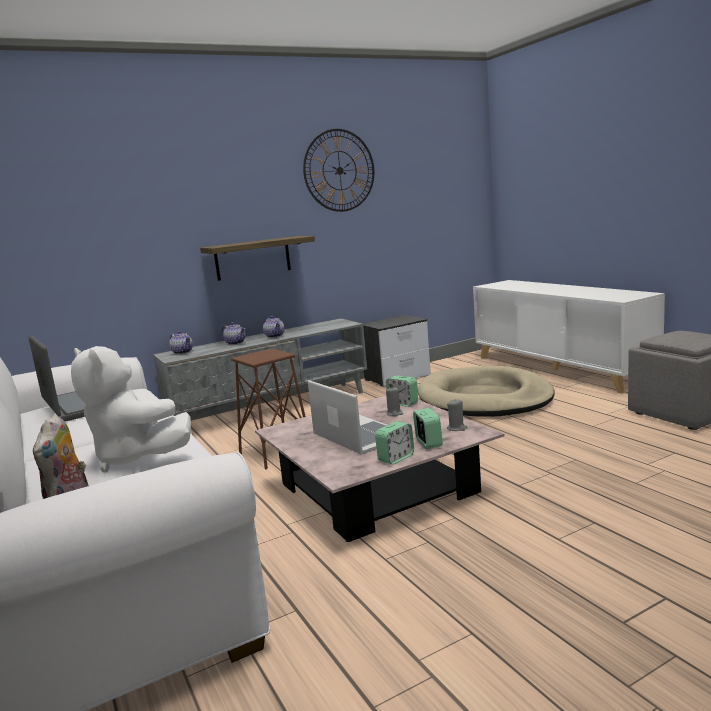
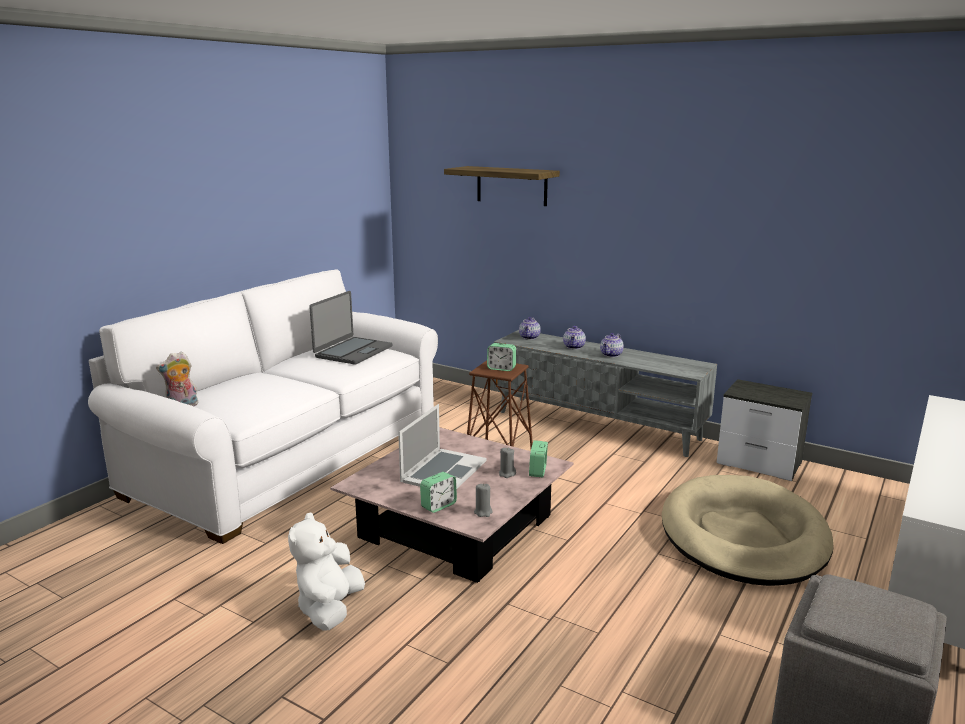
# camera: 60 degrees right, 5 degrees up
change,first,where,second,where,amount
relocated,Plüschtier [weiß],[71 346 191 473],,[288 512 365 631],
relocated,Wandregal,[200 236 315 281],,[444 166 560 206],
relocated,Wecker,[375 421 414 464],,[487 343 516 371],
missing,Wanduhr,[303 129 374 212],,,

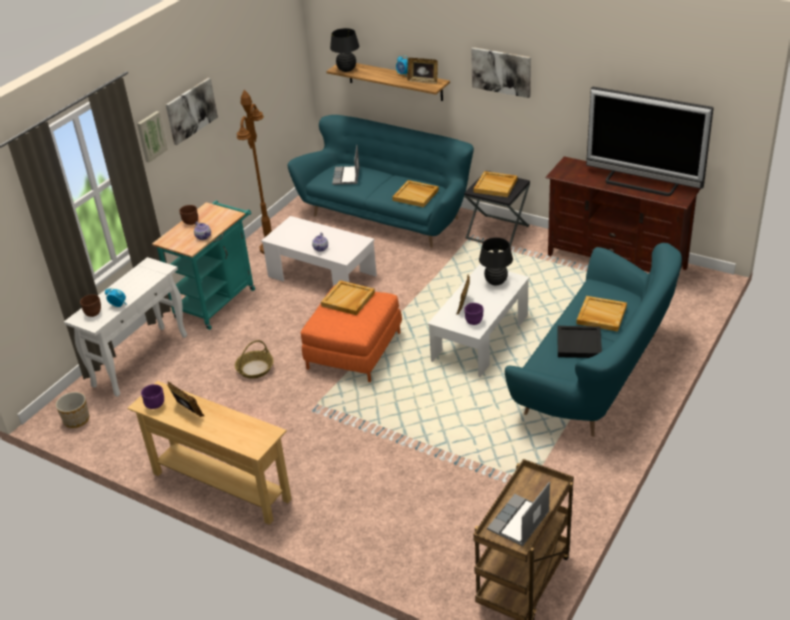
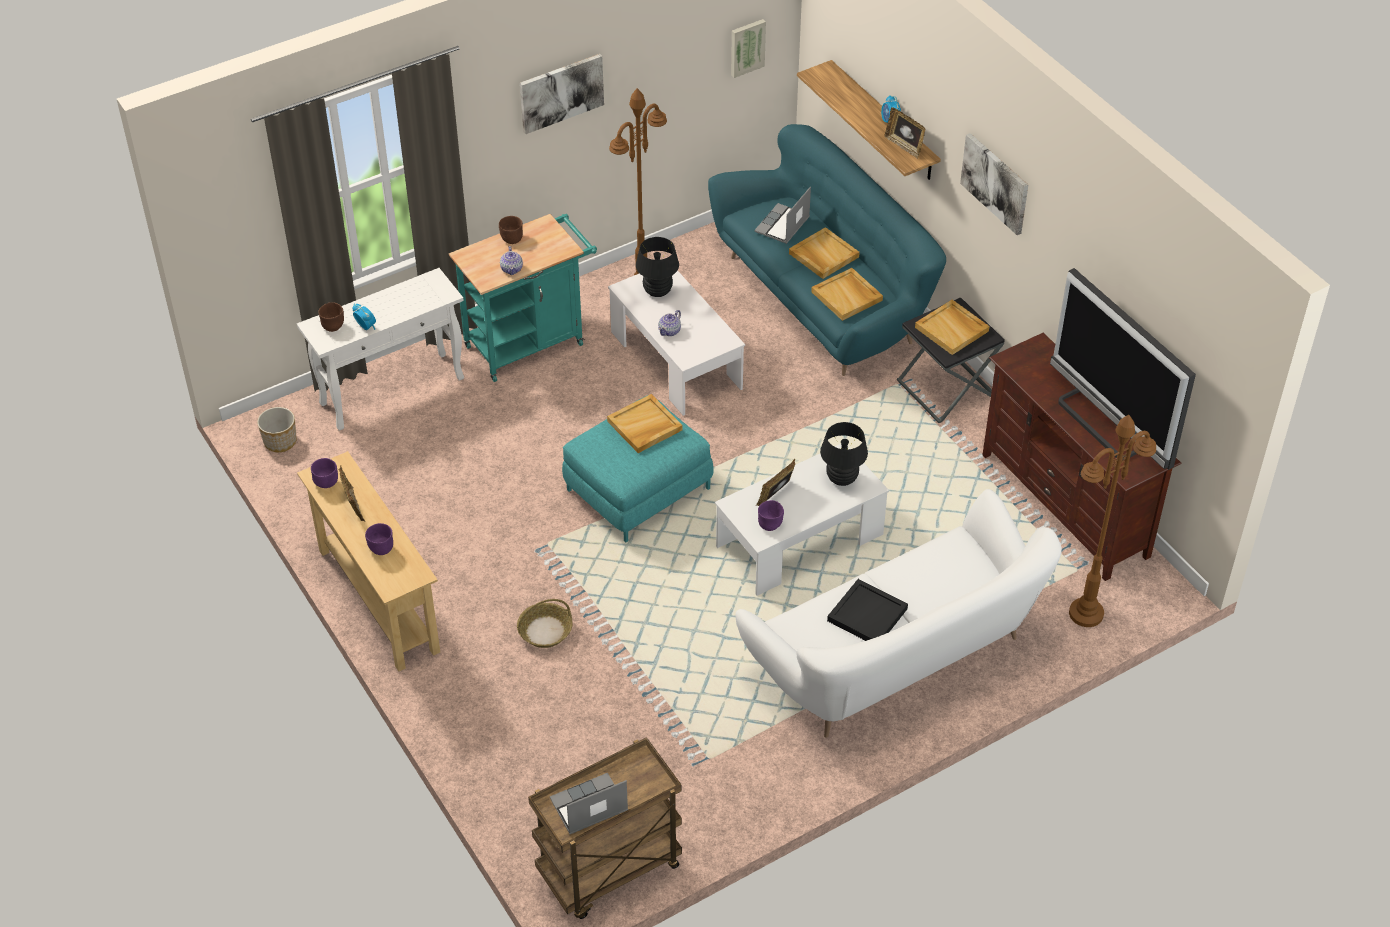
# camera: 25 degrees right, 10 degrees up
change,first,where,second,where,amount
appeared,,,Schüssel [lila],[365 523 393 555],
relocated,Korb,[235 340 274 379],,[517 599 572 648],
colour,Polsterhocker [orange],[301 285 402 382],Polsterhocker [türkis],[562 395 713 542],
relocated,Tischlampe [schwarz],[330 28 359 72],,[636 237 679 297],
relocated,Bild,[137 111 168 162],,[731 19 766 78],
colour,Sofa [türkis],[505 243 682 437],Sofa [weiß],[736 489 1062 738],
relocated,Tablett [beige],[576 296 627 332],,[789 227 860 279],
appeared,,,Stehlampe [braun],[1069 415 1156 627],

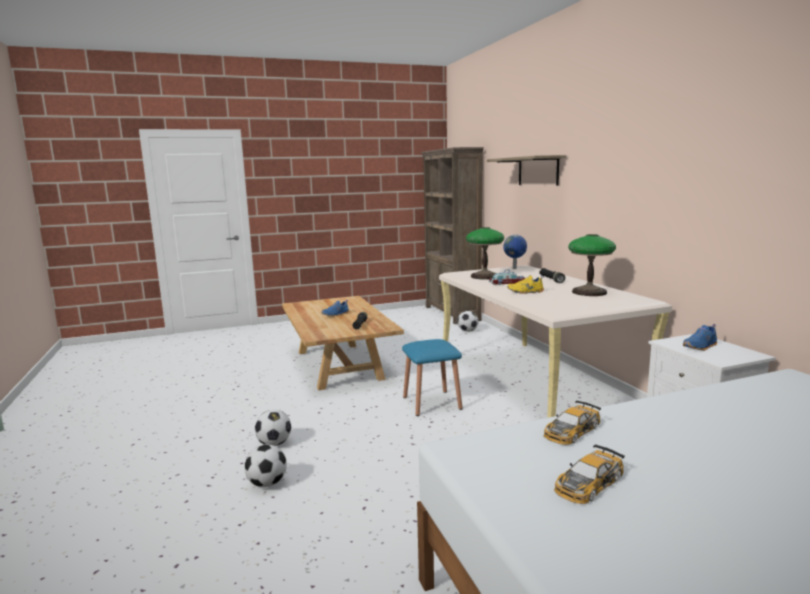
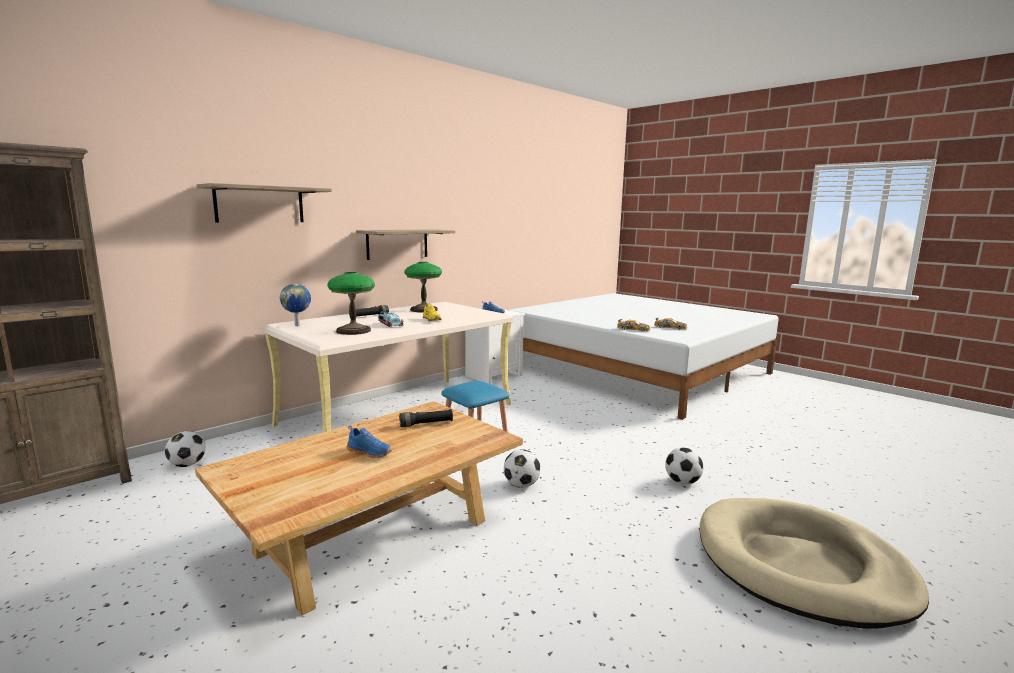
# camera: 115 degrees left, 0 degrees up
change,first,where,second,where,amount
appeared,,,Wandregal,[356 229 455 260],
relocated,Fußball,[255 410 291 446],,[504 449 540 488],
appeared,,,Hundebett [beige],[700 498 929 629],

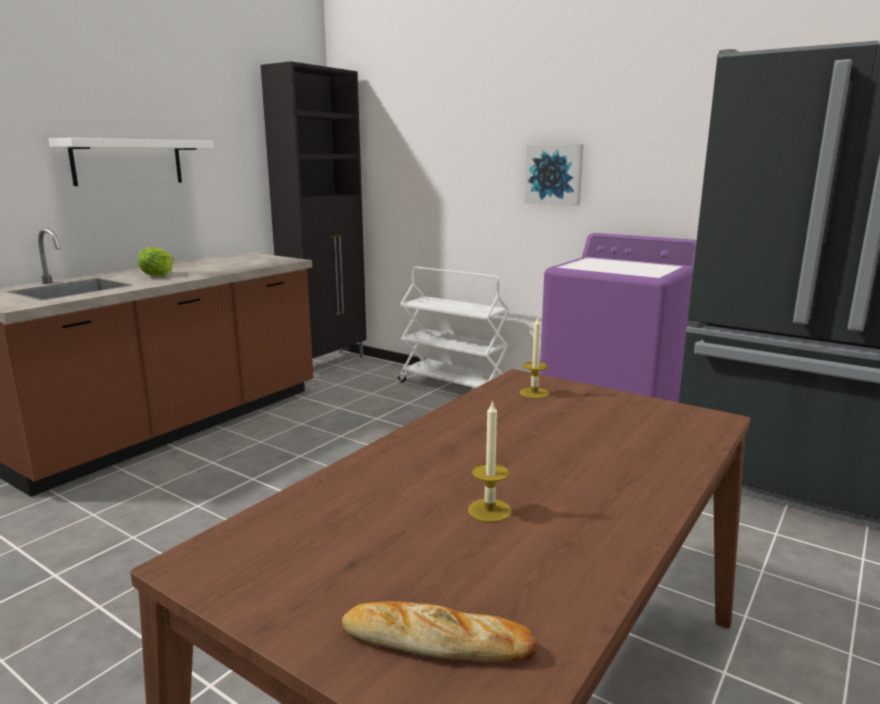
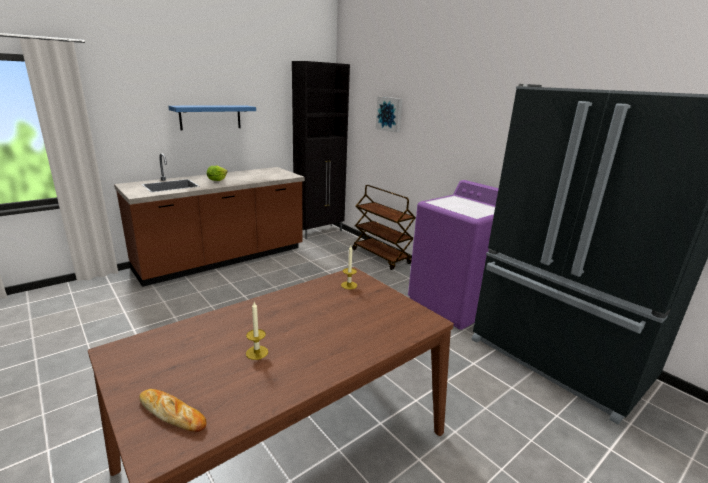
# camera: 15 degrees right, 5 degrees up
change,first,where,second,where,amount
colour,Wandregal [weiß],[49 138 214 186],Wandregal [blau],[168 105 256 130],
colour,Rollwagen [weiß],[398 267 509 388],Rollwagen [braun],[352 185 416 270],
relocated,Bild,[525 144 584 206],,[375 97 402 133],

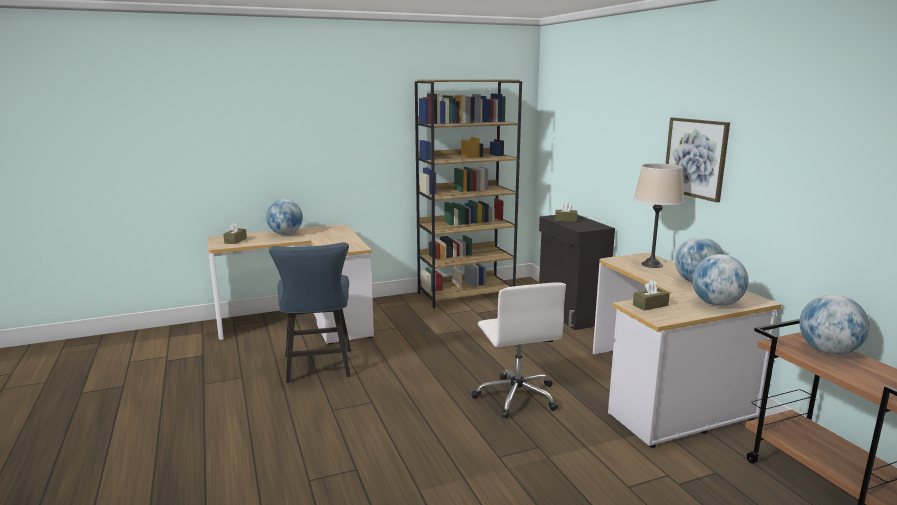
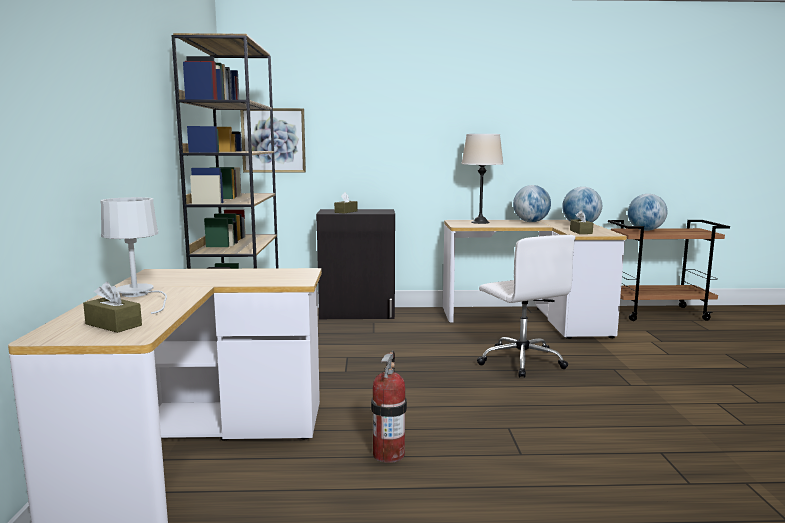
# camera: 70 degrees left, 5 degrees down
change,first,where,second,where,amount
exchanged,Globus,[266 199 303 235],Tischlampe [weiß],[100 197 167 314],
relocated,Bild,[665 118 730 202],,[240 108 306 172],
exchanged,Stuhl [blau],[269 242 351 383],Feuerlöscher,[371 350 407 463],
spun,Bürostuhl [weiß],[472 282 566 419],,[477 235 575 378],60 degrees clockwise

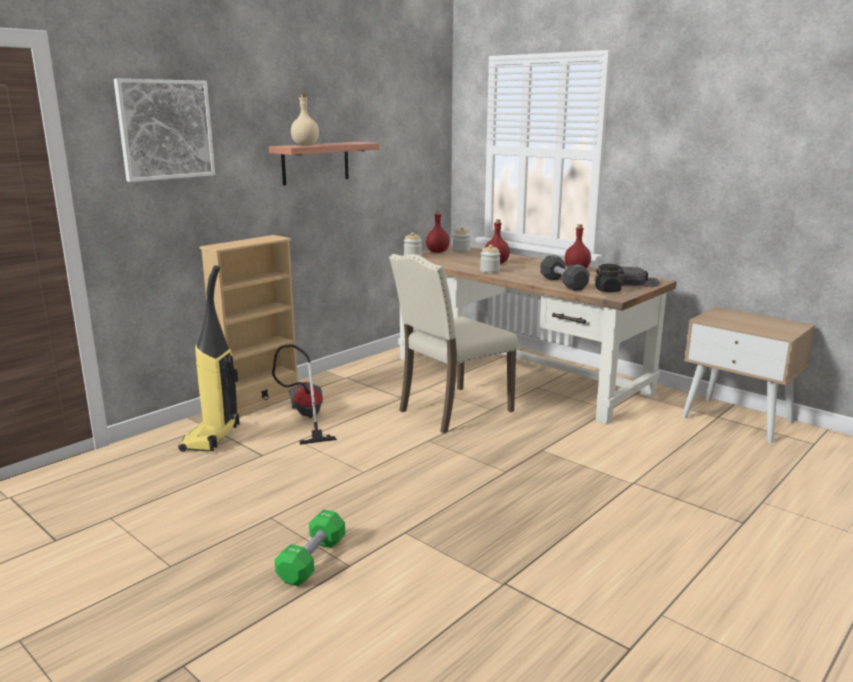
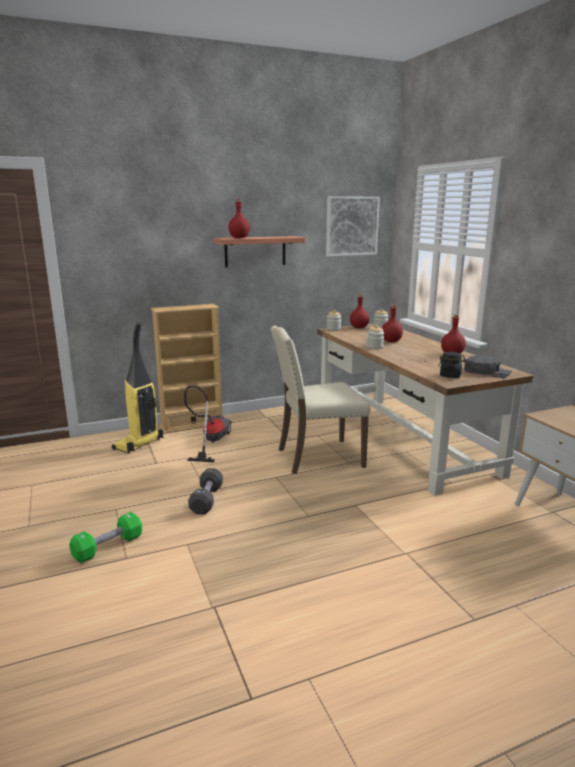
# camera: 25 degrees right, 0 degrees up
change,first,where,second,where,amount
relocated,Hantel [schwarz],[540 255 590 291],,[188 468 223 515],
colour,Flasche [beige],[291 94 319 146],Flasche [rot],[228 199 250 238],
relocated,Bild,[114 79 215 182],,[326 196 380 257],

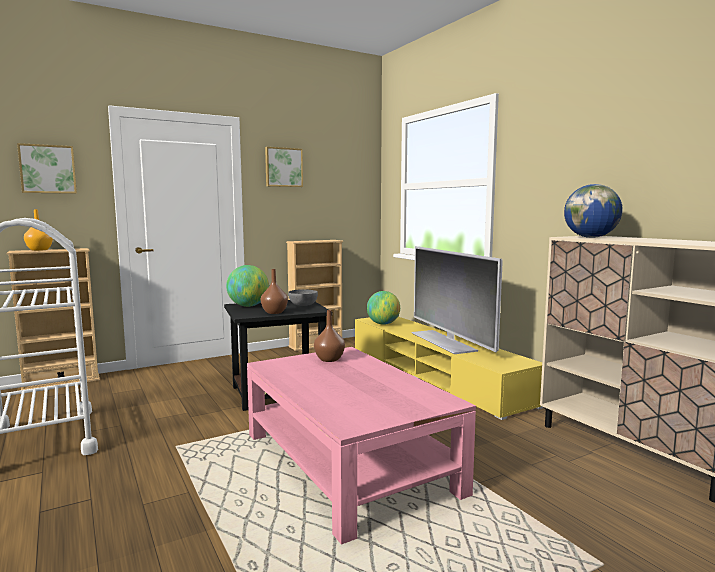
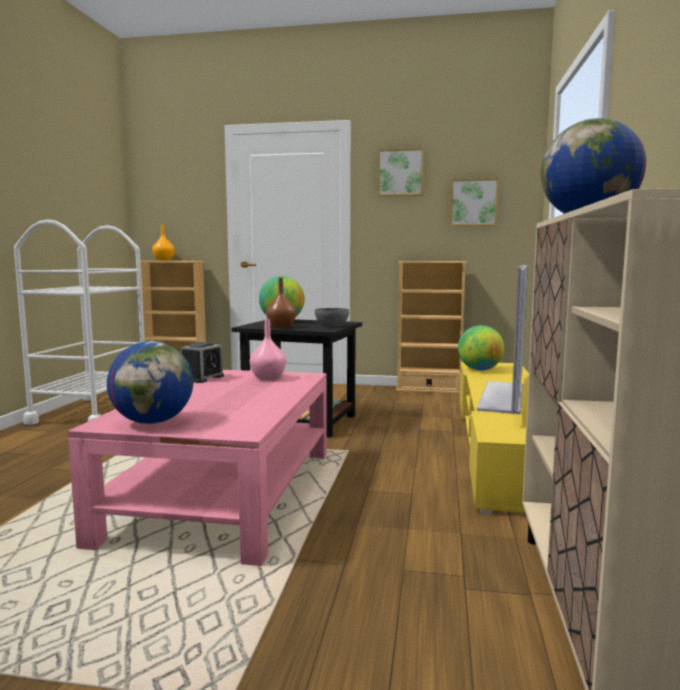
# camera: 40 degrees right, 0 degrees up
change,first,where,second,where,amount
appeared,,,Globus,[107 341 193 424],
appeared,,,Wecker,[181 342 224 383],
colour,Vase [braun],[314 310 345 362],Vase [rosa],[250 319 286 380],
relocated,Bild,[17 143 77 194],,[450 178 499 226],

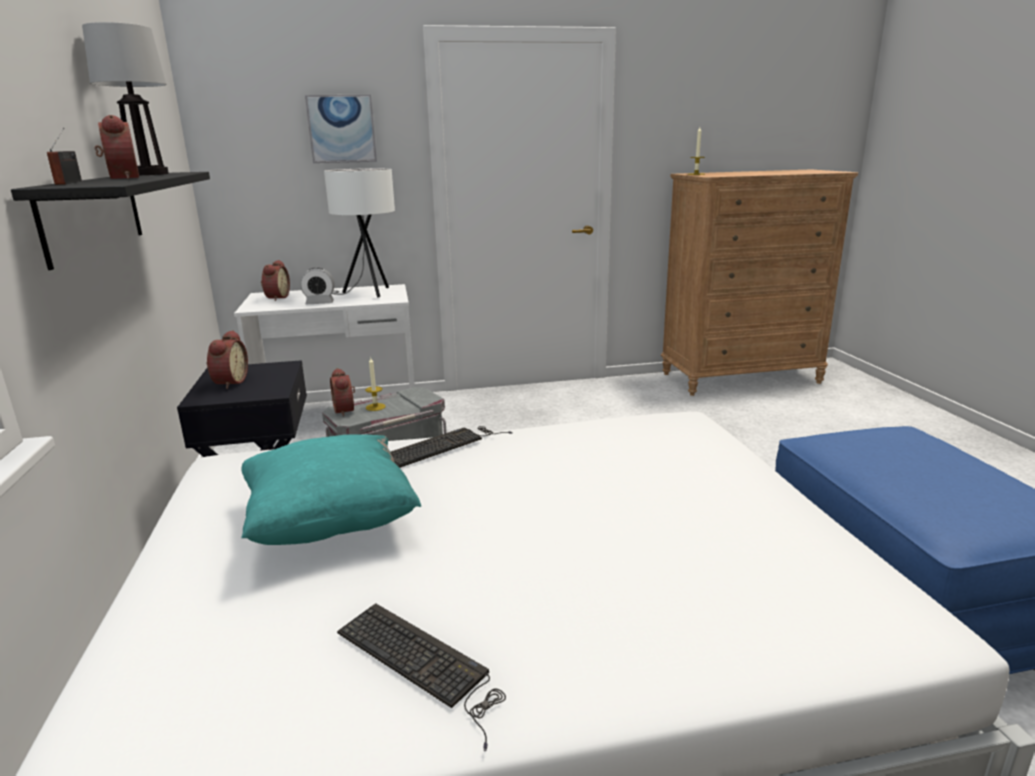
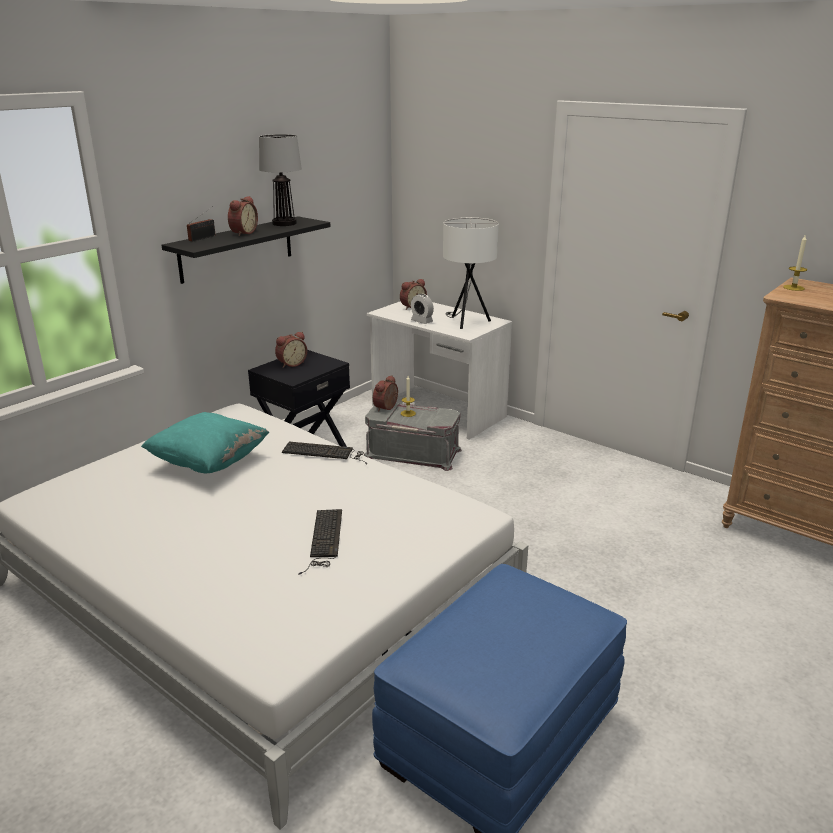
# camera: 50 degrees right, 5 degrees up
change,first,where,second,where,amount
relocated,Tastatur,[337 604 506 751],,[298 509 342 574],
missing,Bild,[305 95 377 163],,,

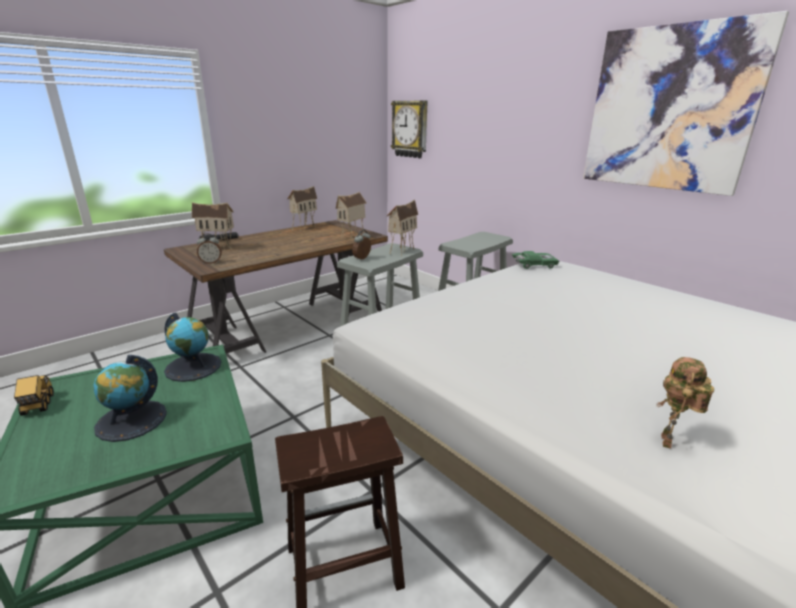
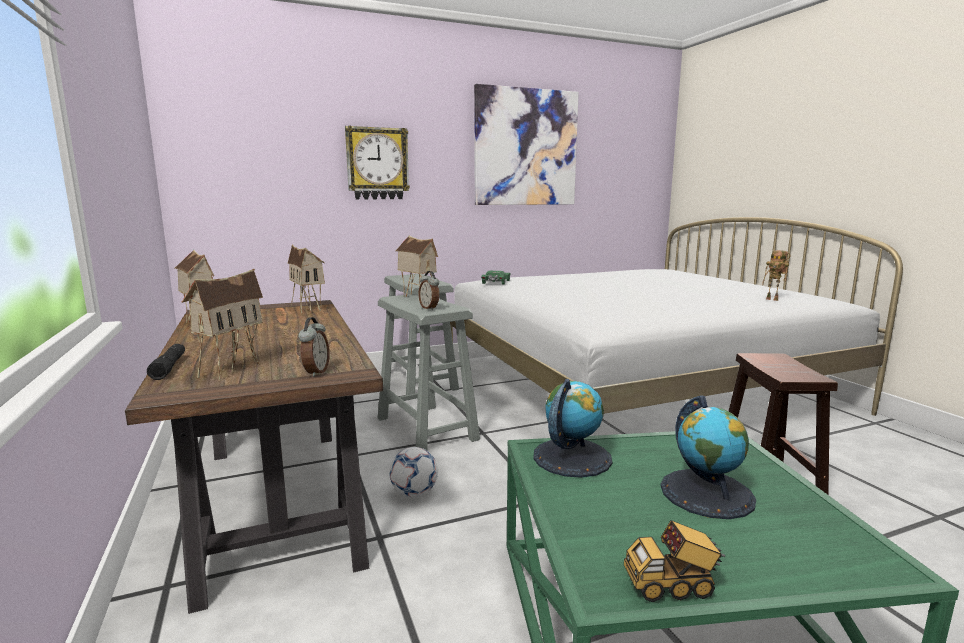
# camera: 70 degrees left, 10 degrees down
change,first,where,second,where,amount
relocated,Wanduhr,[391 100 428 158],,[345 126 410 200],
appeared,,,Fußball,[389 447 438 497],

